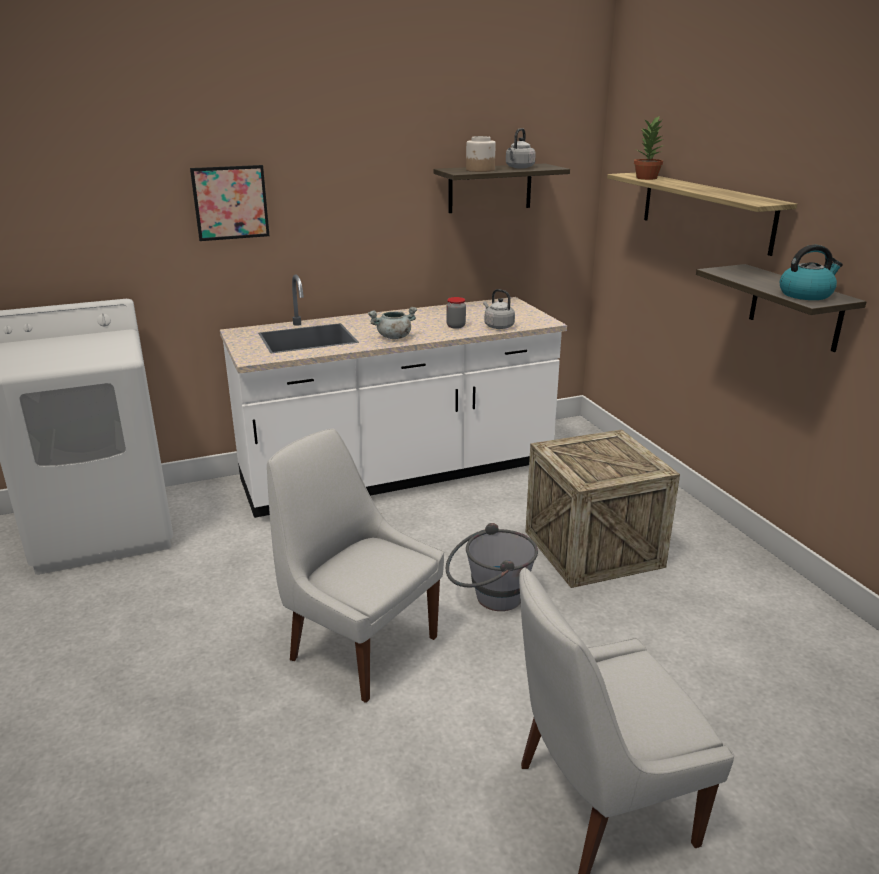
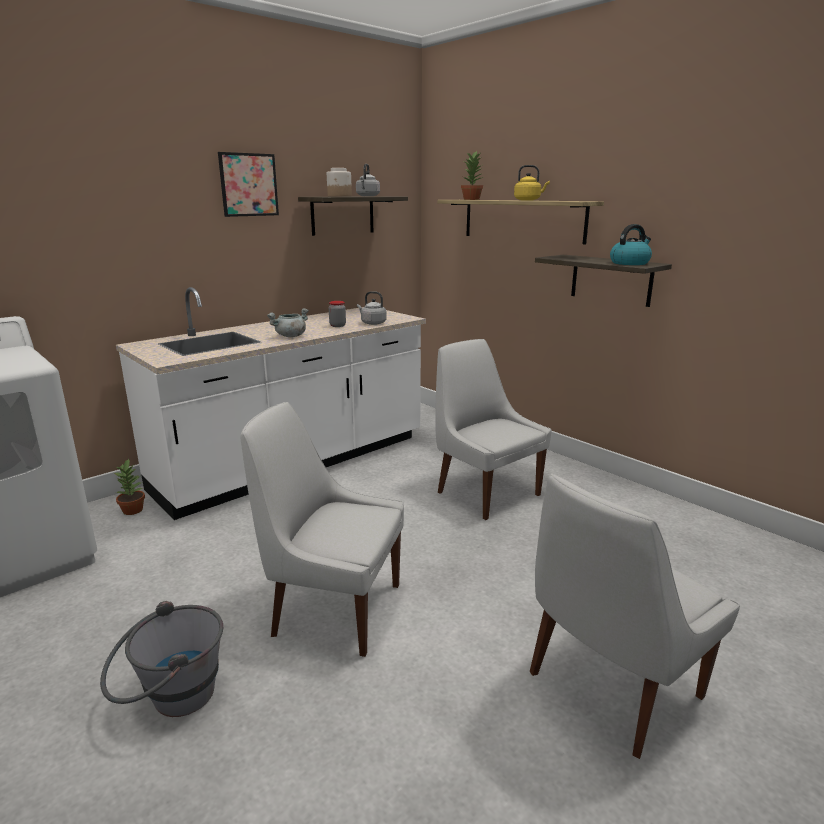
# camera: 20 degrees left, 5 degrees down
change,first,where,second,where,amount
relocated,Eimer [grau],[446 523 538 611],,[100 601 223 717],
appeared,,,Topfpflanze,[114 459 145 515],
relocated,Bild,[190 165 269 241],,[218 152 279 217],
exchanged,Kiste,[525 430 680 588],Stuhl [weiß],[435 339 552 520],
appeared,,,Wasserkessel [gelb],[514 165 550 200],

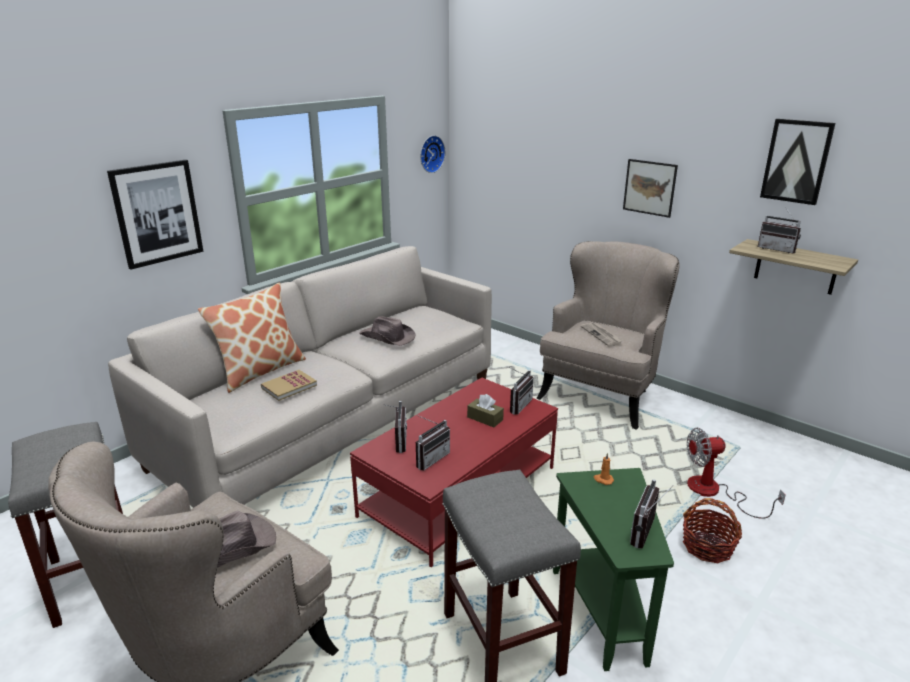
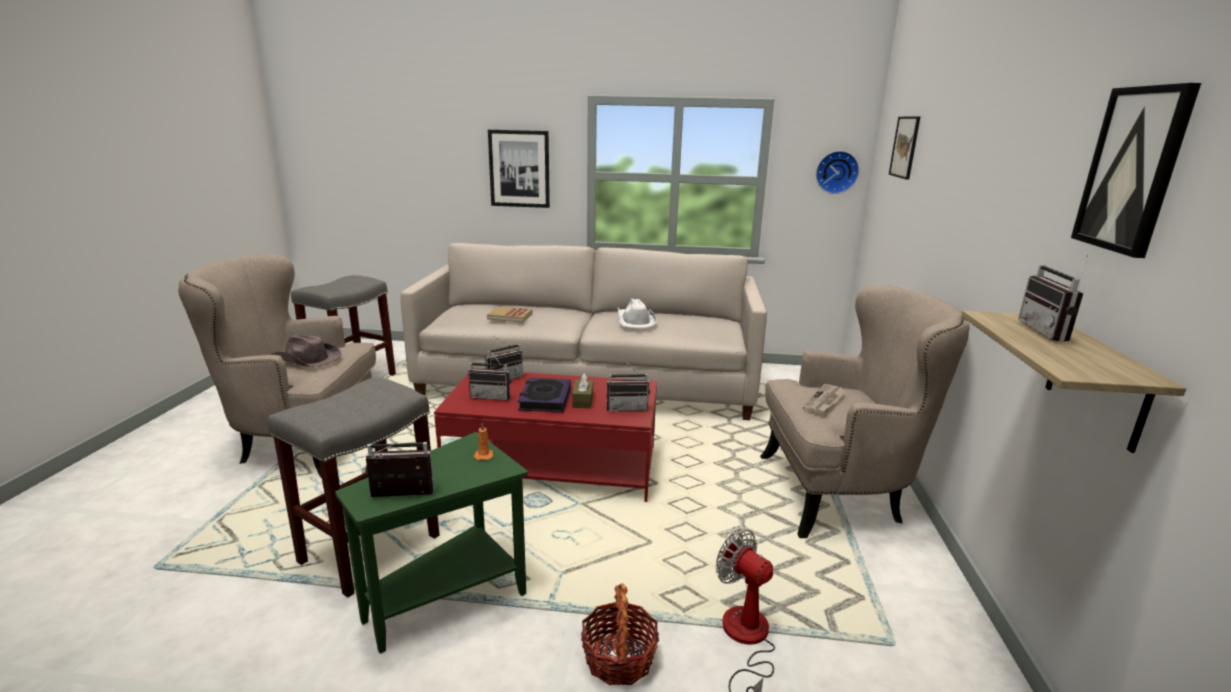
# camera: 55 degrees right, 5 degrees down
change,first,where,second,where,amount
appeared,,,Buch,[518 378 571 412],
colour,Hut [braun],[359 316 416 346],Hut [weiß],[618 299 656 328],
relocated,Bild,[623 159 678 218],,[889 116 920 180],
missing,Kissen,[198 282 306 393],,,

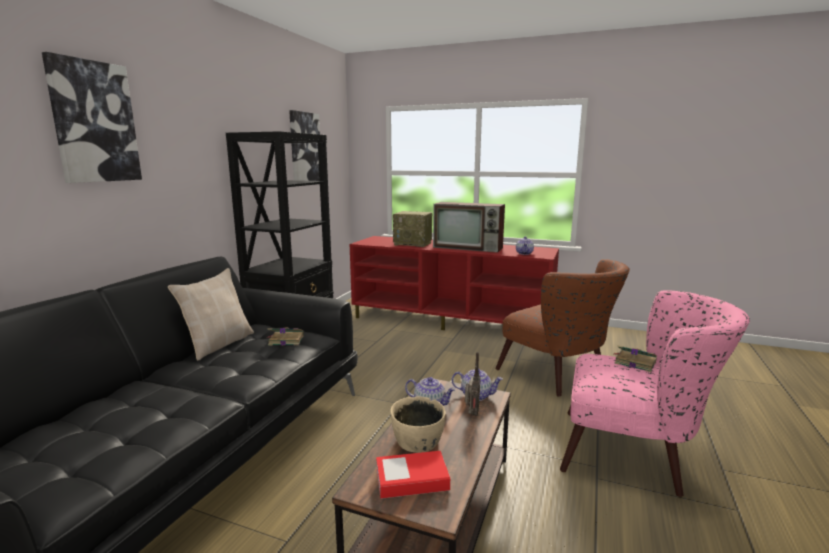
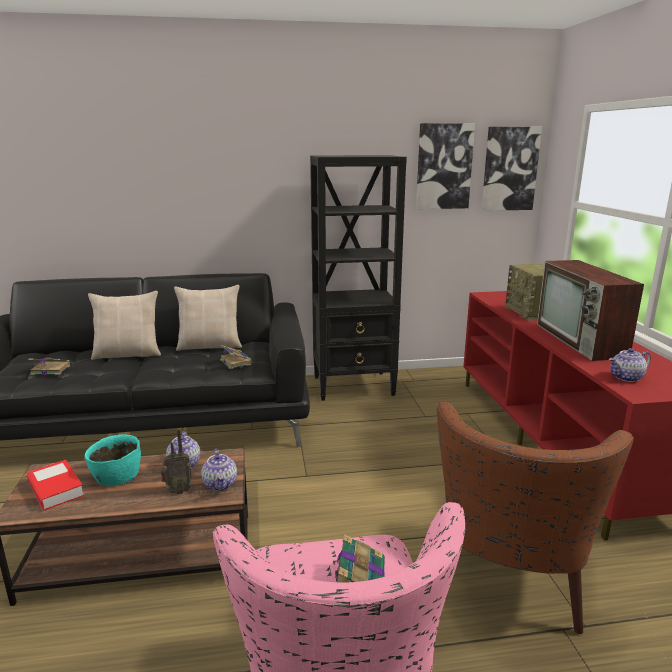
# camera: 60 degrees right, 5 degrees up
change,first,where,second,where,amount
appeared,,,Buch,[28 358 70 375],
colour,Schüssel [beige],[390 396 446 453],Schüssel [türkis],[85 435 141 486],
appeared,,,Kissen [beige],[88 291 161 360],
relocated,Bild,[42 52 142 183],,[482 127 542 211],

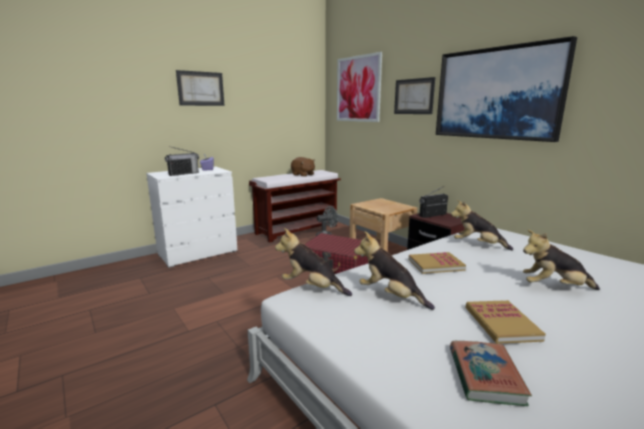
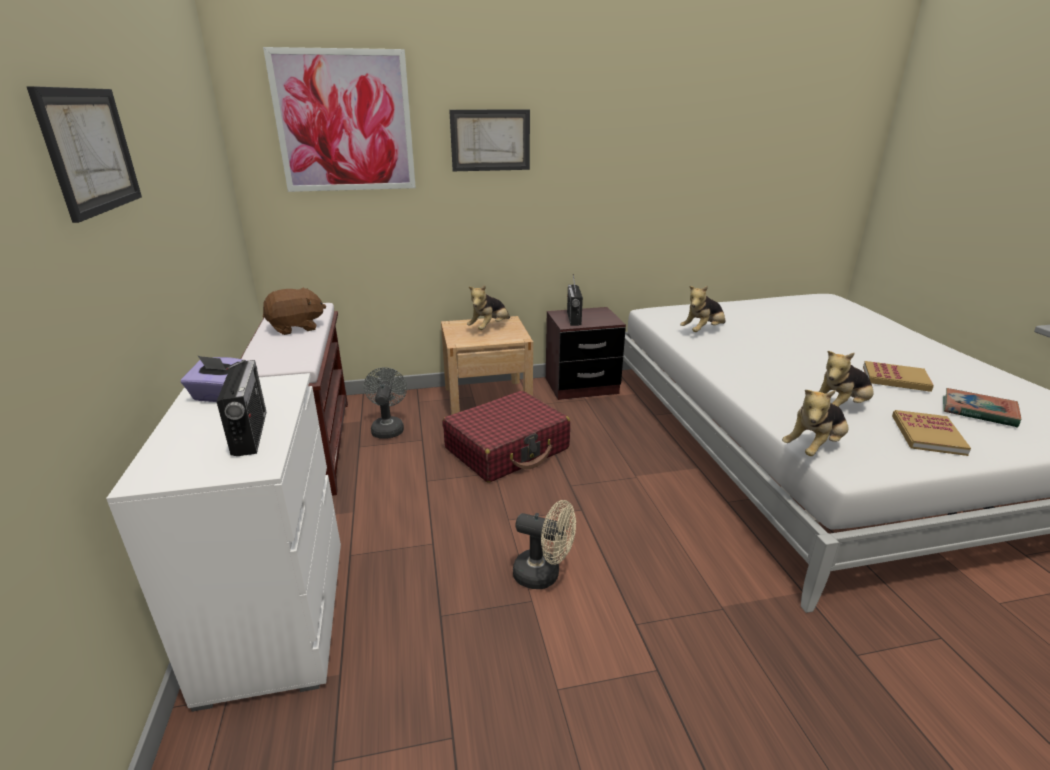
# camera: 65 degrees left, 10 degrees up
change,first,where,second,where,amount
relocated,Plüschtier,[523 230 600 290],,[467 285 510 330],
appeared,,,Ventilator [beige],[513 500 576 589],
relocated,Buch,[409 252 466 274],,[892 410 971 456],
missing,Bild,[436 36 577 142],,,

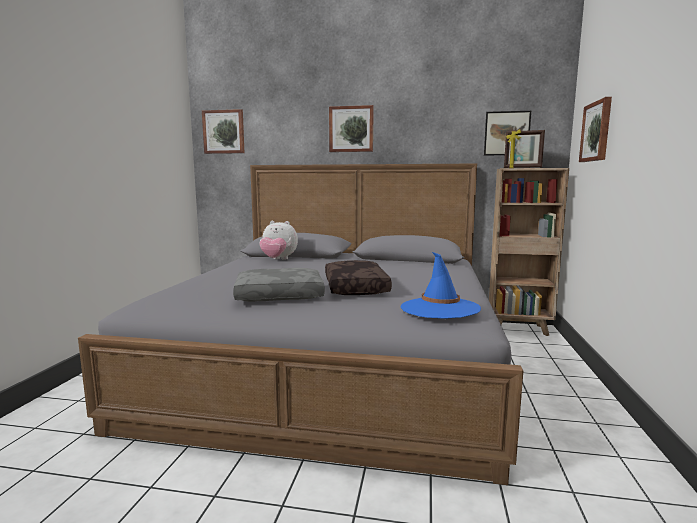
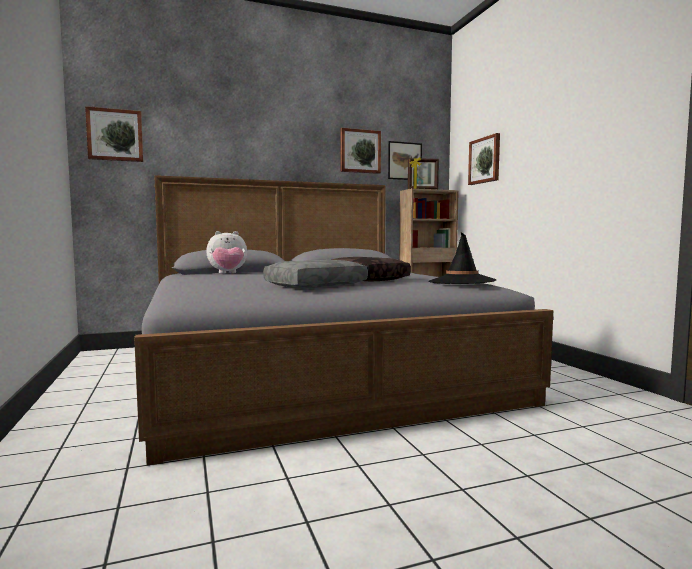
# camera: 30 degrees left, 5 degrees down
change,first,where,second,where,amount
relocated,Bild,[329 105 374 152],,[340 128 381 174],
colour,Hut [blau],[401 252 481 319],Hut [schwarz],[428 232 497 284],

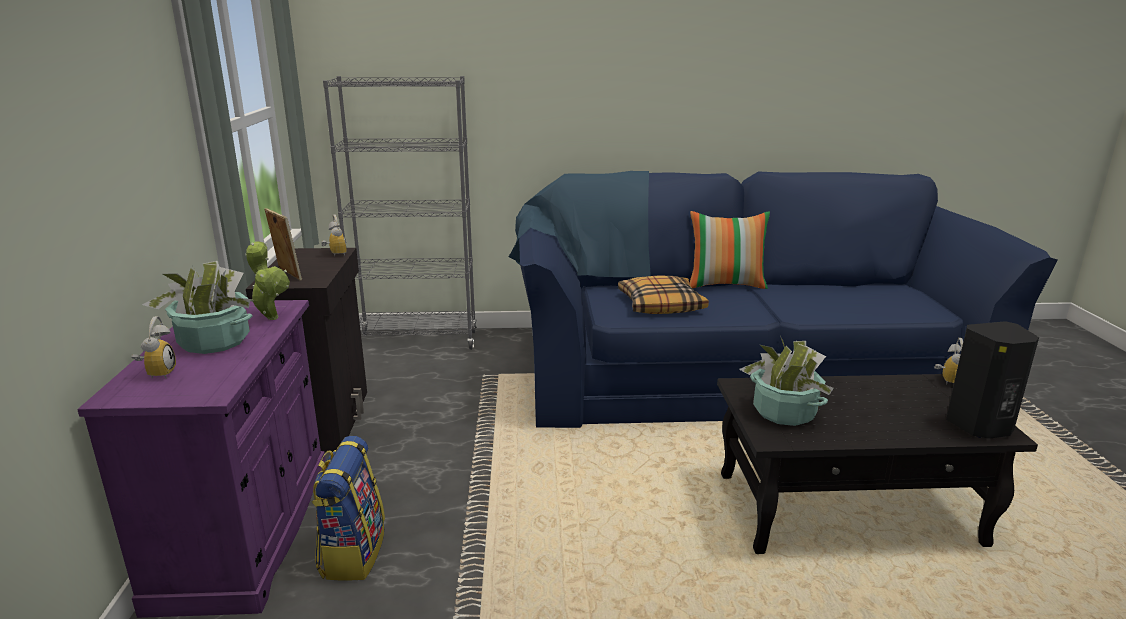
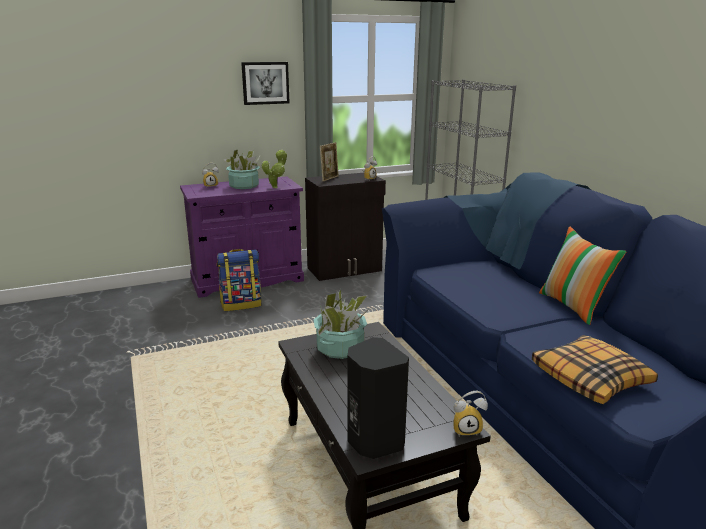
# camera: 70 degrees right, 0 degrees up
change,first,where,second,where,amount
appeared,,,Bild,[241 62 290 105],
relocated,Kissen,[618 276 709 314],,[532 335 658 404],

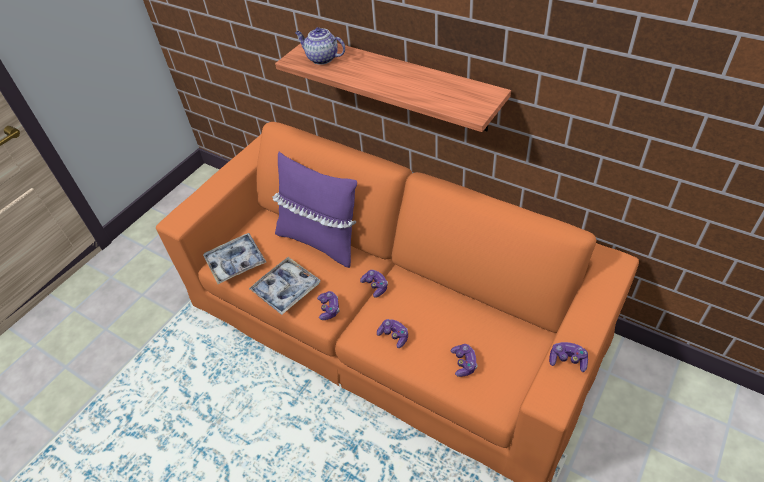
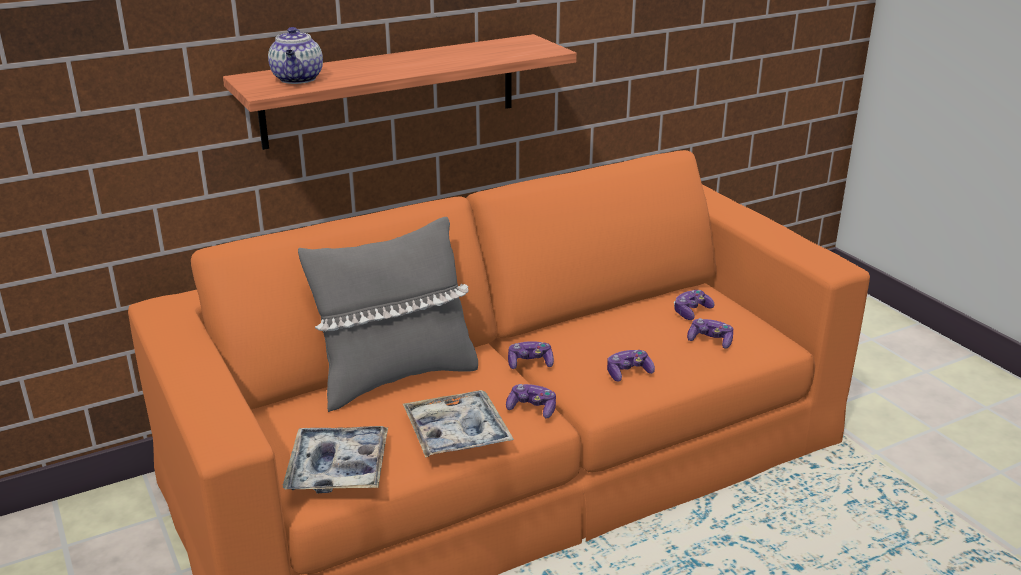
# camera: 65 degrees left, 20 degrees down
change,first,where,second,where,amount
spun,Teekanne,[295 27 345 65],,[268 27 323 84],60 degrees counterclockwise
colour,Kissen [lila],[272 152 357 268],Kissen [grau],[298 217 478 412],
relocated,Gamepad,[549 342 588 372],,[674 290 715 320],

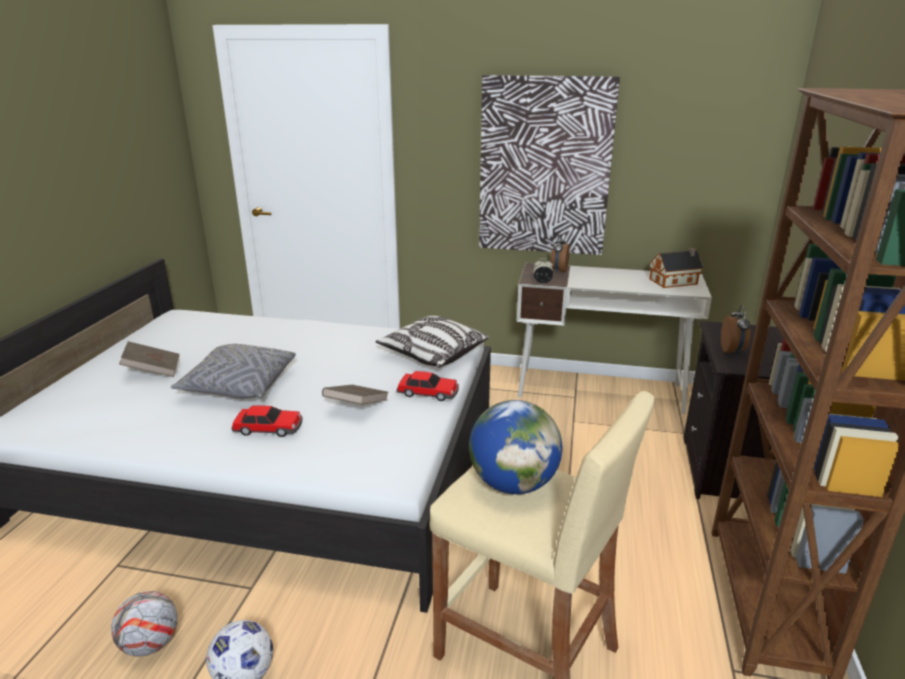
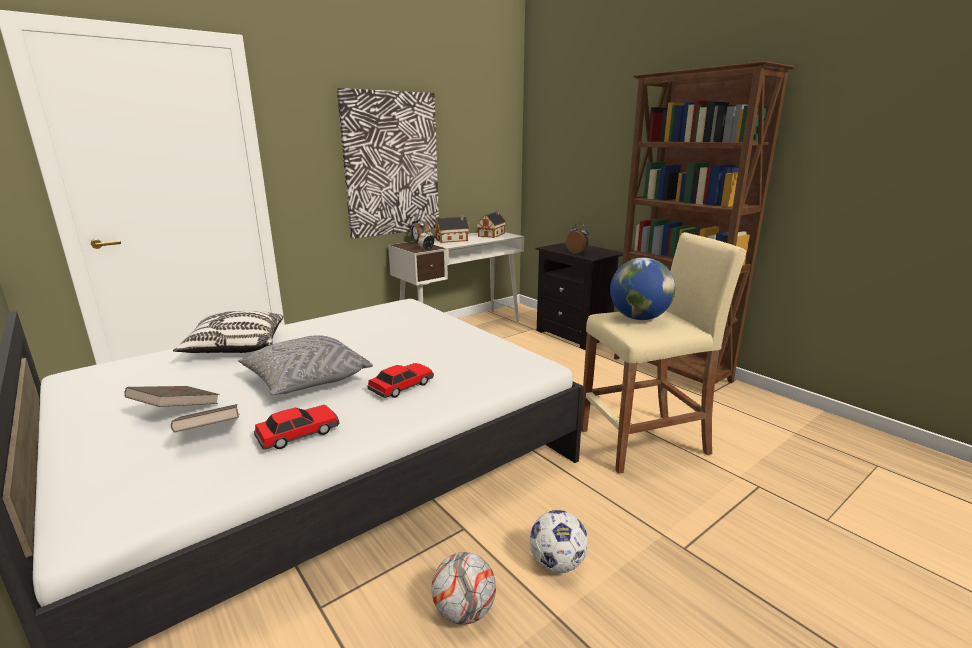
# camera: 50 degrees left, 5 degrees down
change,first,where,second,where,amount
relocated,Buch [braun],[322 385 388 405],,[171 404 239 433],
relocated,Kissen,[375 316 489 368],,[173 311 283 353],
relocated,Spielzeugauto,[397 371 459 401],,[254 405 339 450],
appeared,,,Spielzeughaus,[435 215 470 243],

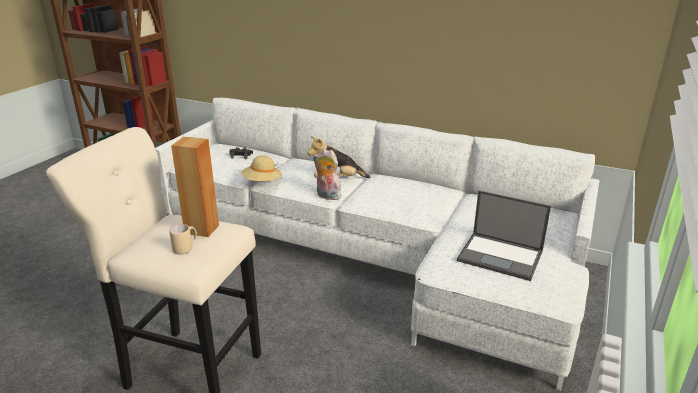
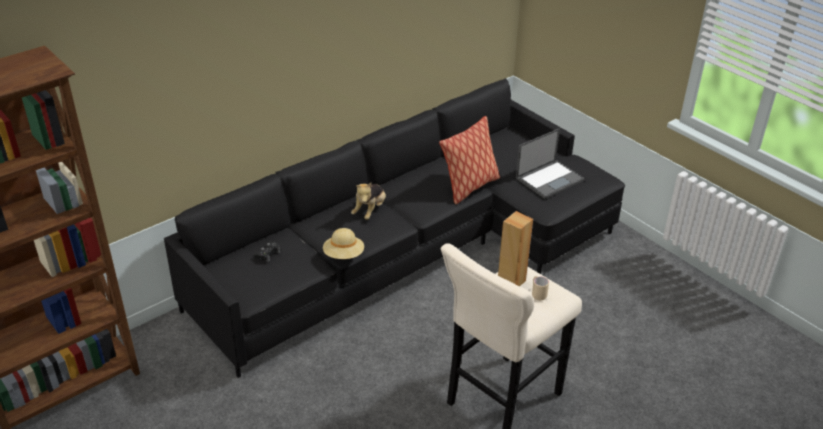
# camera: 65 degrees left, 10 degrees up
change,first,where,second,where,amount
colour,Sofa [weiß],[155 98 599 391],Sofa [schwarz],[164 78 625 378],
appeared,,,Kissen,[439 116 500 204],
missing,Plüschtier,[313 149 341 200],,,

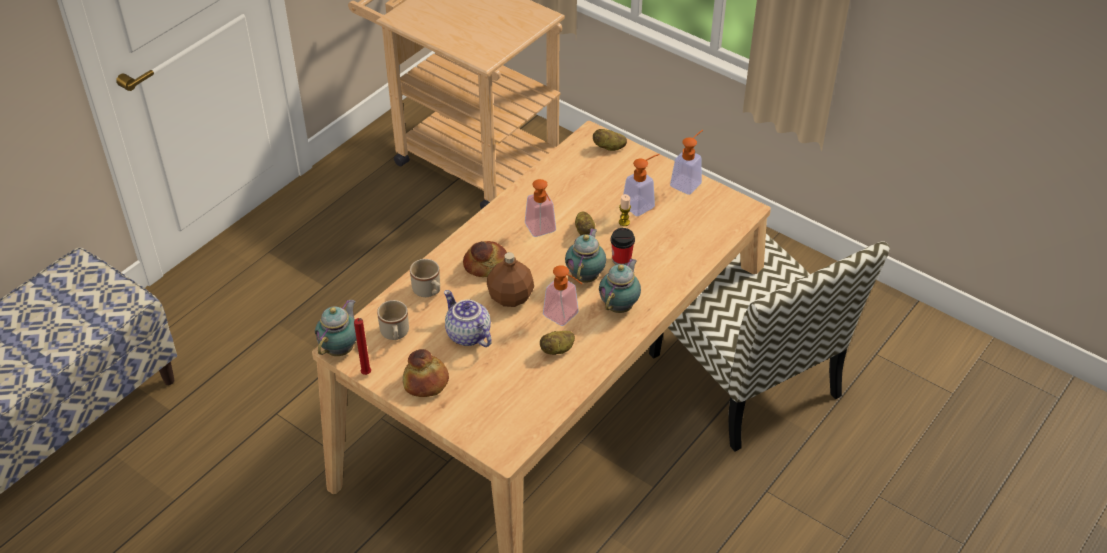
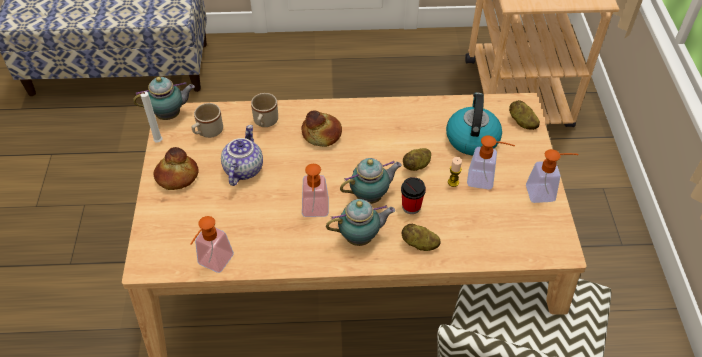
# camera: 50 degrees right, 5 degrees up
change,first,where,second,where,amount
colour,Kerze [rot],[354 318 371 375],Kerze [weiß],[140 91 163 142],
relocated,Seifenspender,[525 179 556 237],,[191 216 234 273],
relocated,Kartoffel,[540 331 575 355],,[402 224 440 251],
appeared,,,Wasserkessel,[446 92 502 155],
missing,Flasche [braun],[487 252 534 307],,,

